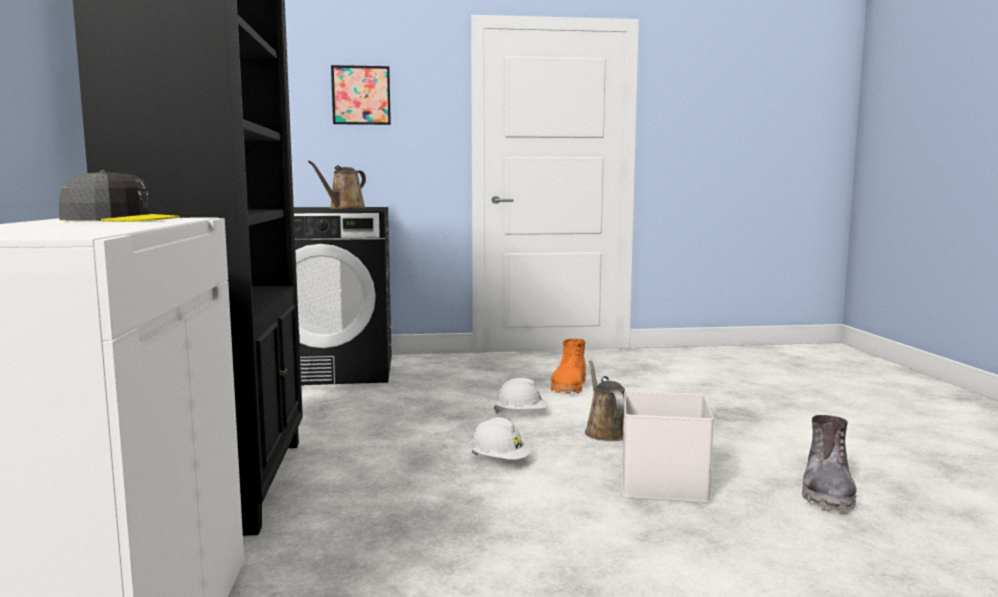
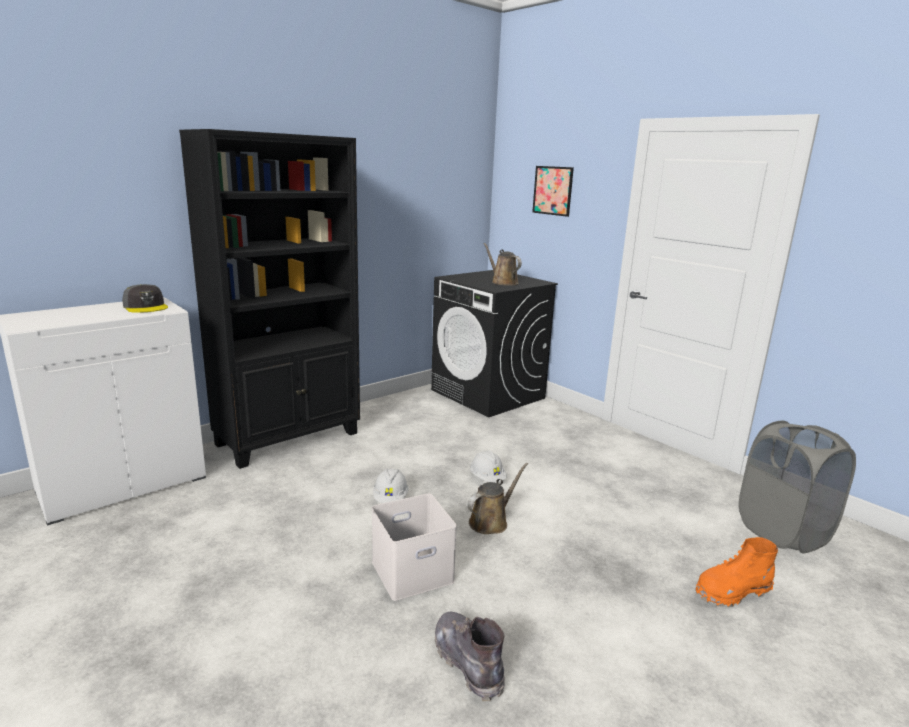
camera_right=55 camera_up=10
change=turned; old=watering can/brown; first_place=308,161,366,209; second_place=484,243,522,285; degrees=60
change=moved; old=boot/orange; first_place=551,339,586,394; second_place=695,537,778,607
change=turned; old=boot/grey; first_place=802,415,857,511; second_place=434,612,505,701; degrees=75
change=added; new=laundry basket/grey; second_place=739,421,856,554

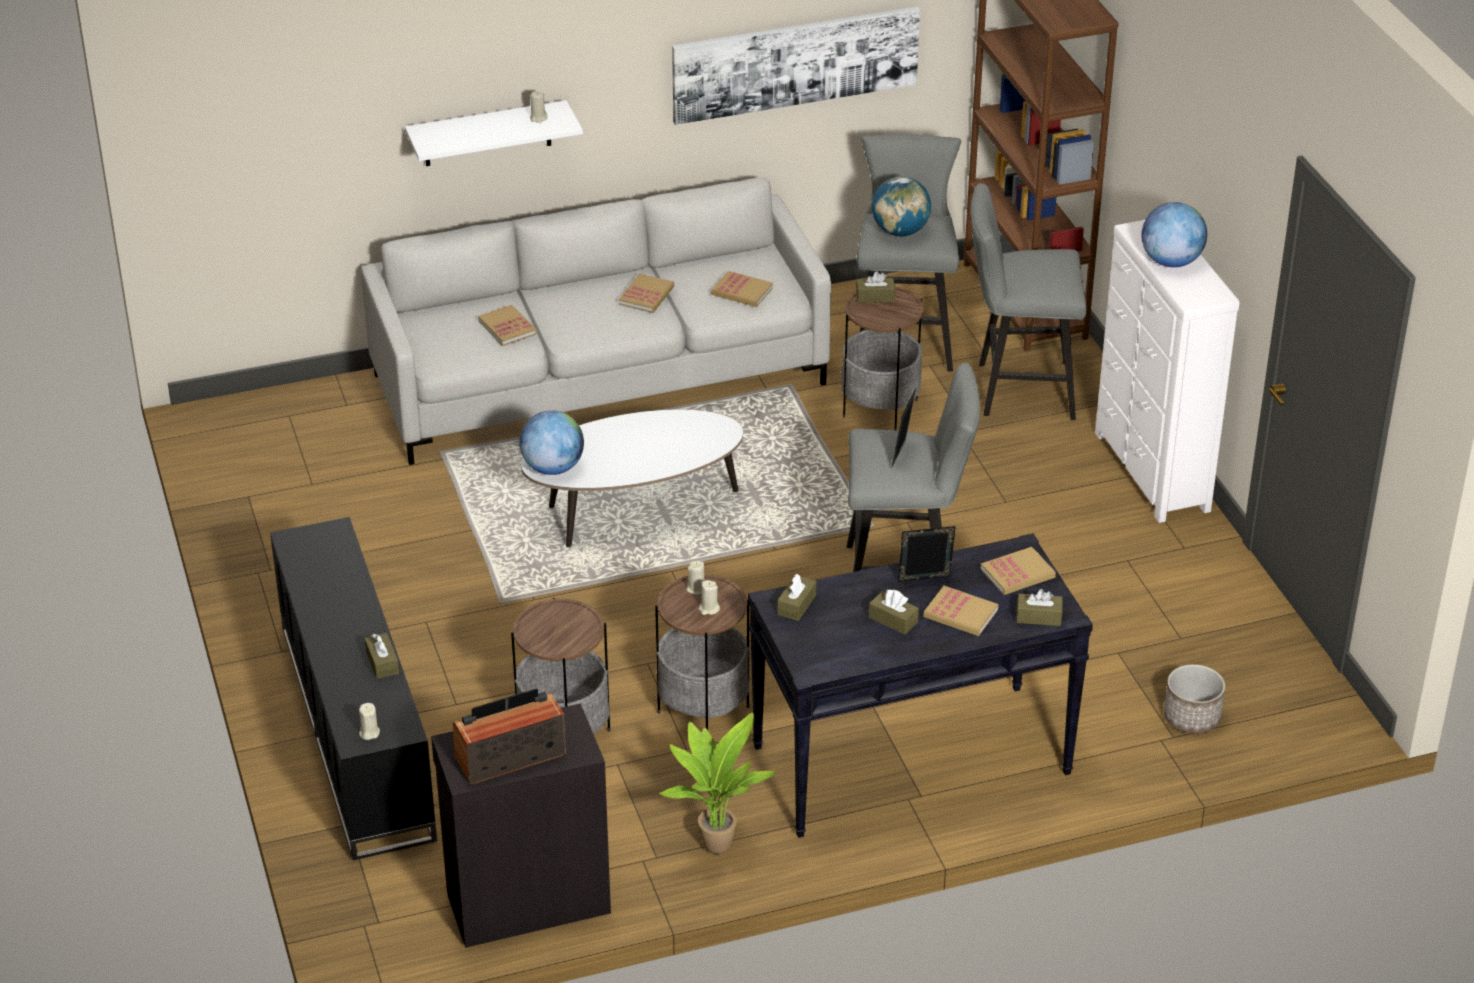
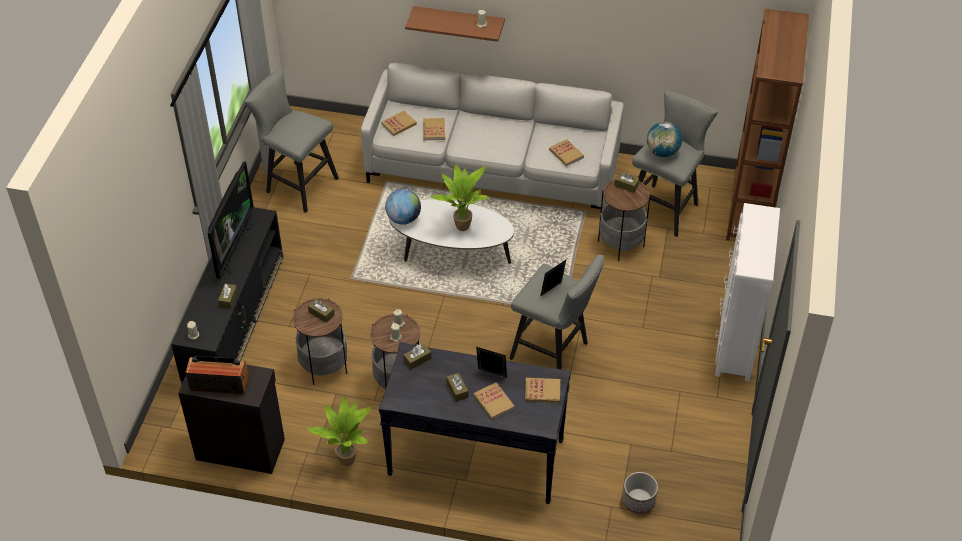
camera_right=30 camera_up=10
change=recoloured; old=shelf/white; new=shelf/brown; first_place=405,100,583,166; second_place=405,6,505,42
change=moved; old=book; first_place=619,274,674,313; second_place=381,111,417,136
change=removed; old=picture; first_place=672,7,920,125
change=moved; old=stool/grey; first_place=971,183,1087,420; second_place=244,69,339,213
change=moved; old=tissue box/brown; first_place=1016,589,1063,626; second_place=308,299,334,323
change=removed; old=globe; first_place=1141,202,1207,267
change=added; new=television; second_place=207,161,256,279
change=added; new=potted plant; second_place=430,164,490,231

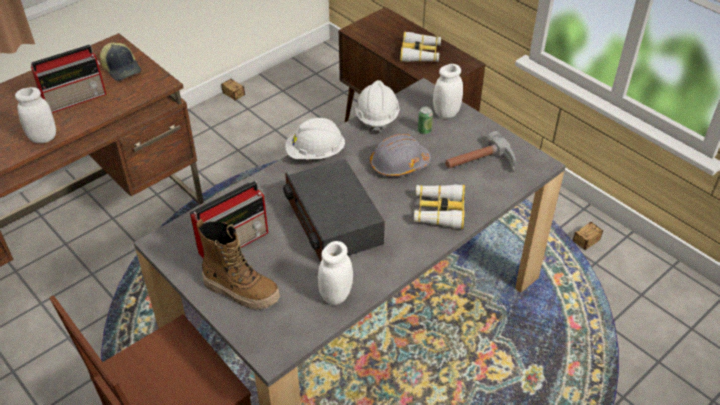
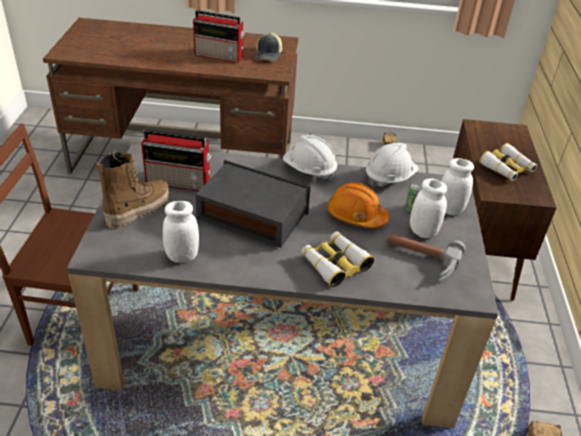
camera_right=45 camera_up=-5
change=moved; old=jar/white; first_place=15,87,56,143; second_place=410,179,447,238
change=turned; old=boot; first_place=196,219,280,310; second_place=96,152,169,229; degrees=-120
change=turned; old=radio; first_place=283,159,385,262; second_place=196,160,311,248; degrees=90
change=recoloured; old=hard hat/grey; new=hard hat/orange; first_place=370,134,431,177; second_place=327,183,389,228

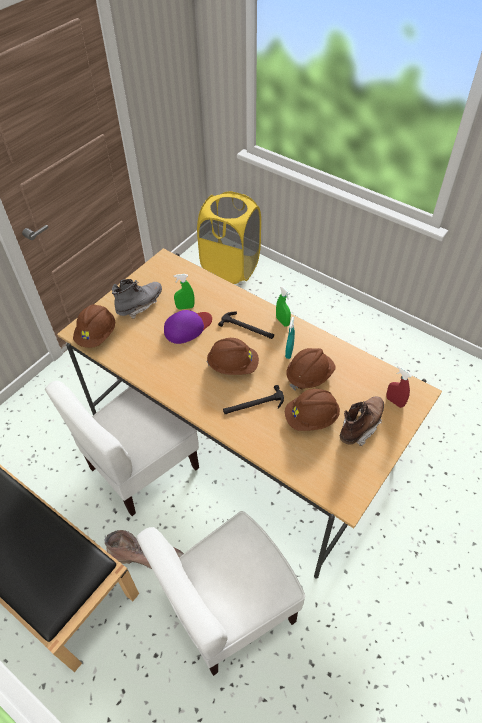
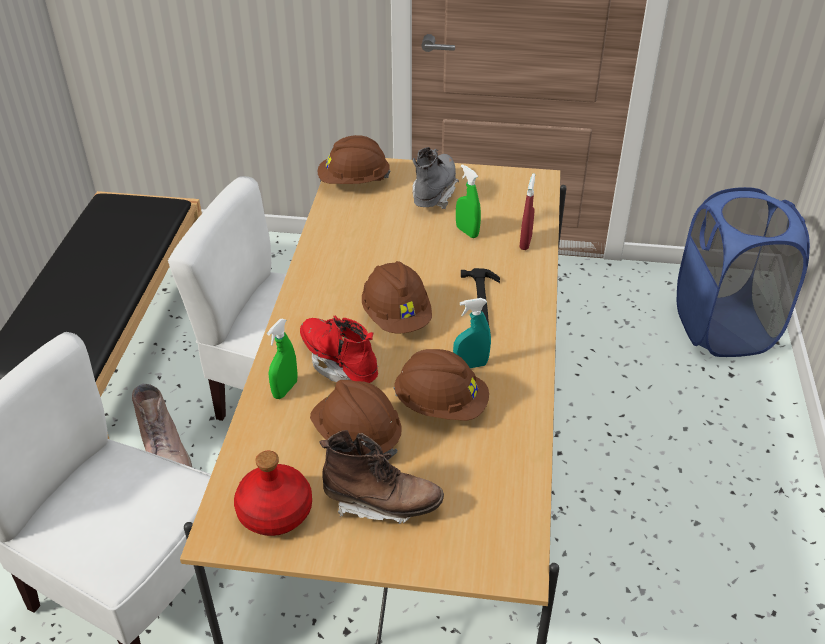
camera_right=60 camera_up=-10
change=turned; old=boot/grey; first_place=112,279,162,319; second_place=412,147,459,209; degrees=-90
change=removed; old=cap/purple; first_place=164,310,212,344
change=recoloured; old=laundry basket/yellow; new=laundry basket/blue; first_place=197,191,261,284; second_place=677,187,810,357
change=replaced; old=hammer; new=boot/red; first_place=223,385,284,414; second_place=300,316,378,383
change=moved; old=spray bottle/green; first_place=276,286,291,327; second_place=267,318,298,399
change=moved; old=spray bottle/red; first_place=386,366,412,408; second_place=520,173,535,250
change=added; new=bottle/red; second_place=234,451,312,536

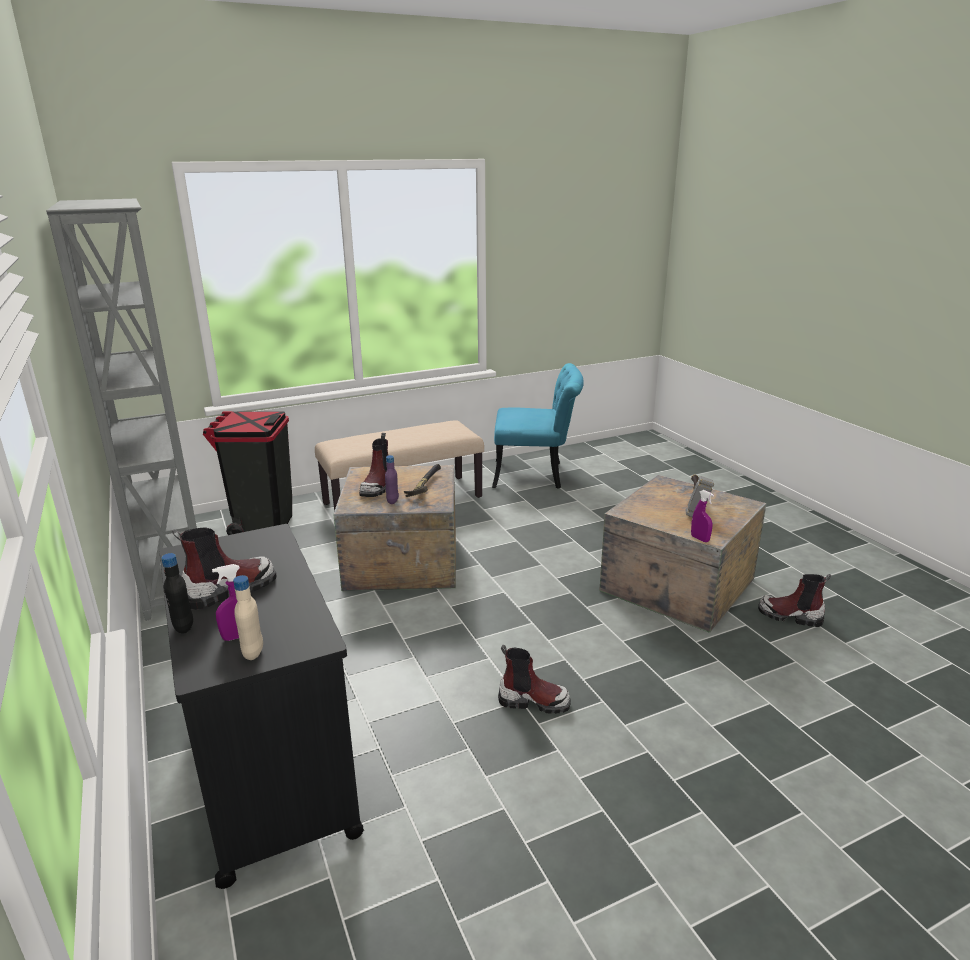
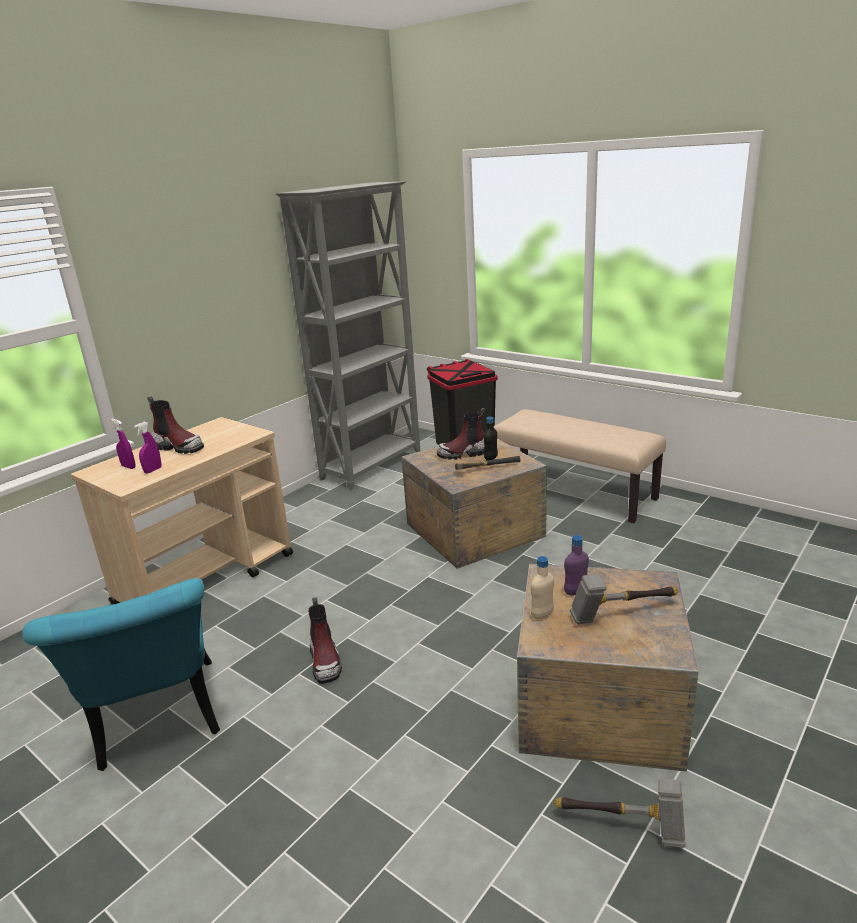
camera_right=65 camera_up=0
change=recoloured; old=cart/black; new=cart/beige; first_place=159,524,364,889; second_place=71,417,293,605
change=moved; old=bottle/black; first_place=161,553,193,634; second_place=484,417,498,460
change=moved; old=bottle/beige; first_place=233,575,263,660; second_place=531,556,554,619
change=moved; old=bottle/purple; first_place=385,455,399,504; second_place=564,535,589,595
change=moved; old=chair/turquoise; first_place=492,363,584,489; second_place=22,578,220,771
change=moved; old=spray bottle/purple; first_place=691,490,714,542; second_place=134,422,162,474
change=replaced; old=boot; new=hammer; first_place=758,574,831,627; second_place=554,779,686,848

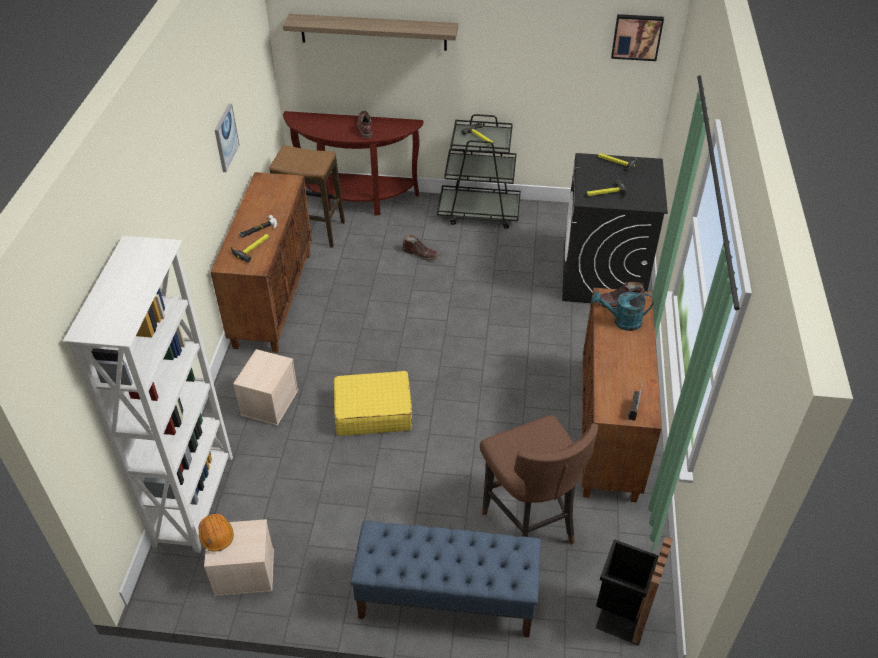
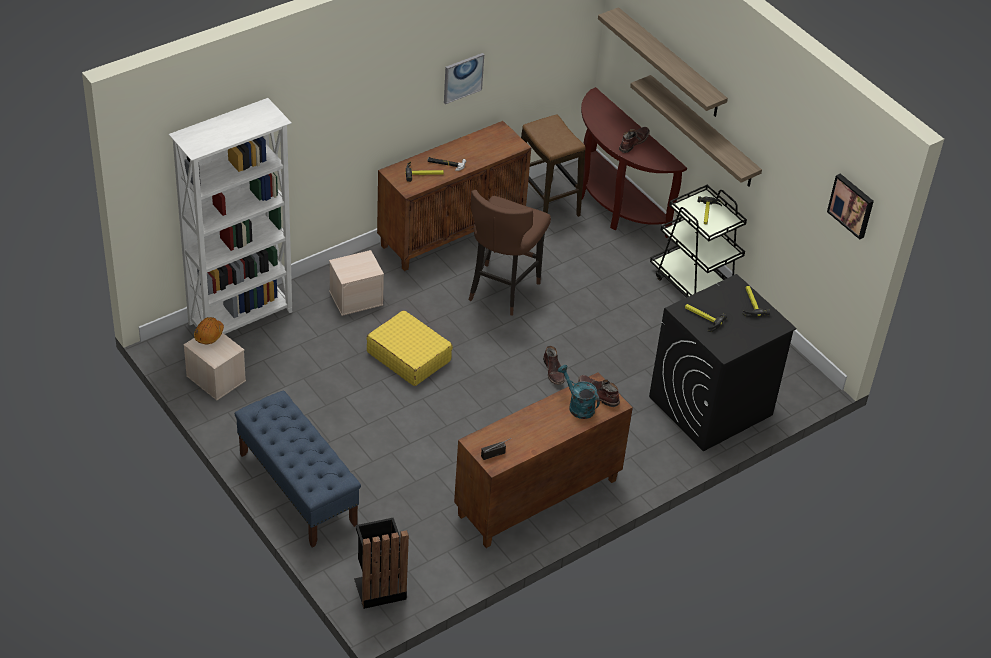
camera_right=45 camera_up=0
change=moved; old=boot/brown; first_place=402,235,440,260; second_place=543,346,565,385
change=moved; old=stool/brown; first_place=480,415,598,545; second_place=468,190,551,316
change=added; new=shelf; second_place=630,75,762,187

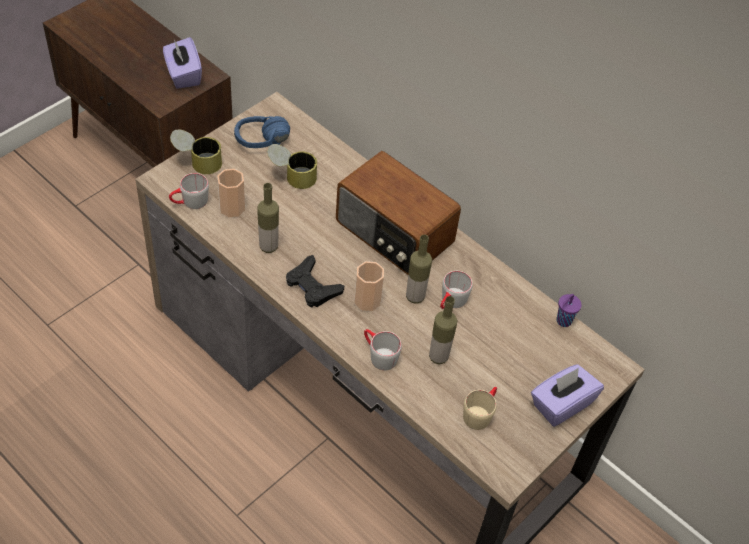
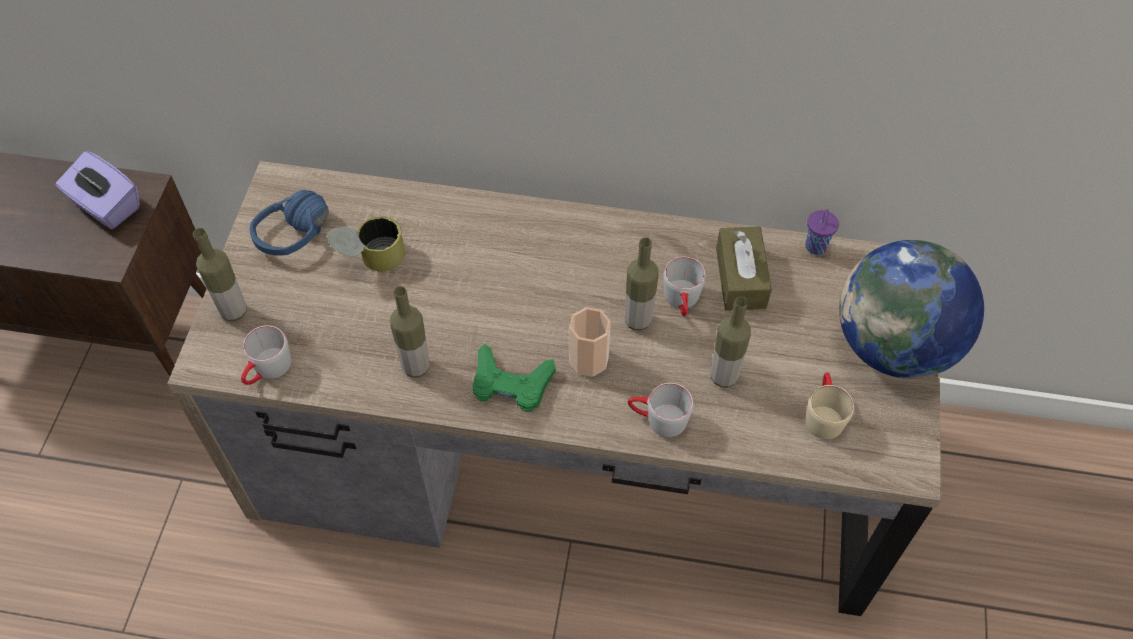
camera_right=-30 camera_up=5
change=replaced; old=can; new=bottle; first_place=170,129,222,174; second_place=193,228,247,321
change=removed; old=cup; first_place=217,169,245,217
change=recoloured; old=game controller/black; new=game controller/green; first_place=286,255,344,307; second_place=472,344,556,412
change=removed; old=radio; first_place=336,151,461,275
change=replaced; old=tissue box/purple; new=globe; first_place=531,364,604,427; second_place=839,240,984,379
change=added; new=tissue box/brown; second_place=716,227,772,311

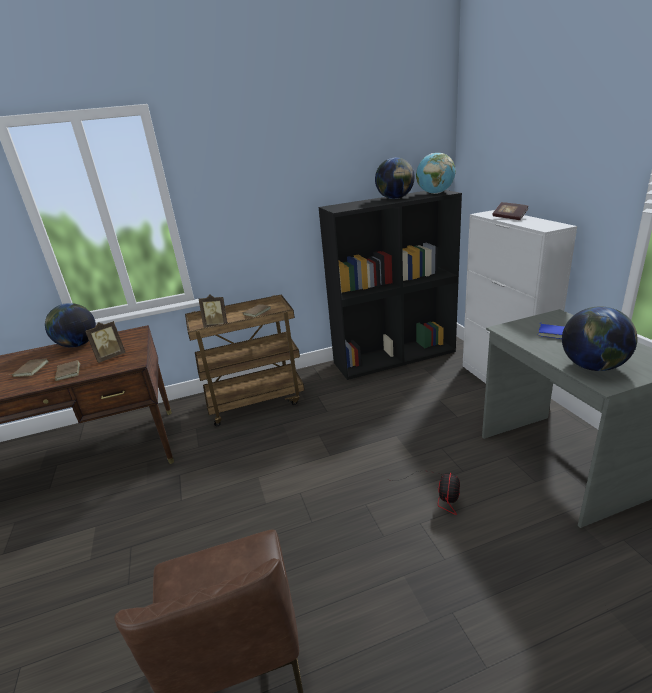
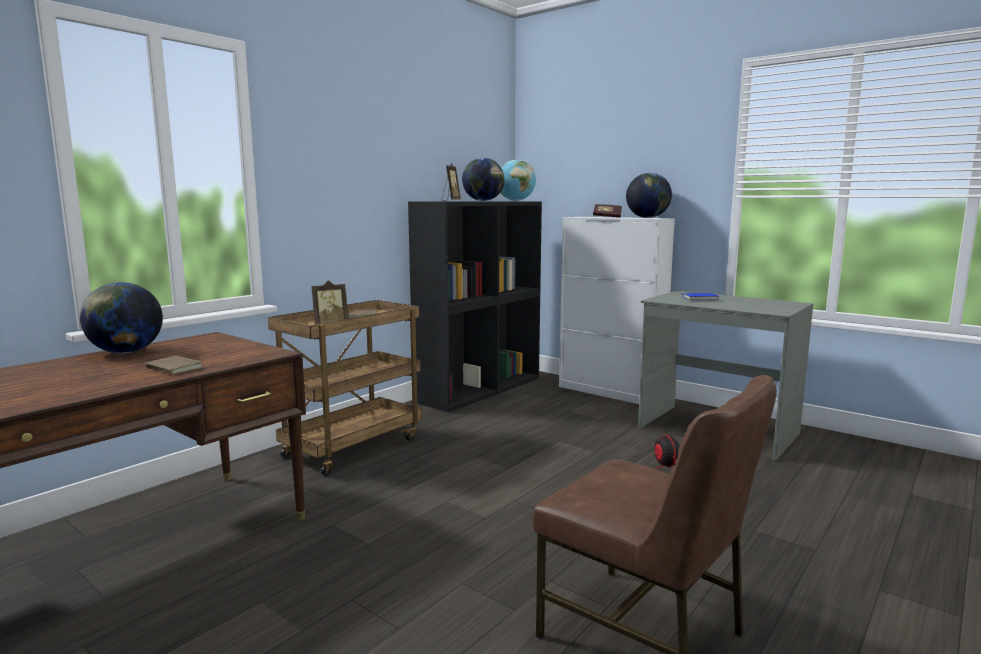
camera_right=-35 camera_up=-15
change=removed; old=book/brown; first_place=10,358,49,377
change=moved; old=picture frame; first_place=85,321,126,363; second_place=441,163,461,201
change=moved; old=globe; first_place=562,306,638,371; second_place=626,173,672,218

